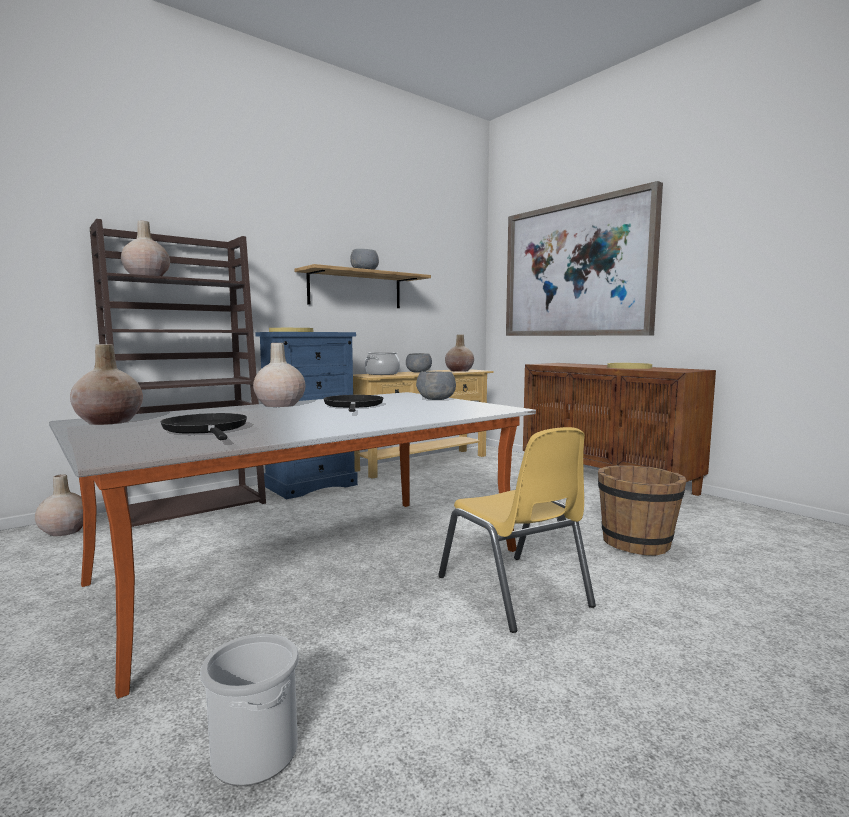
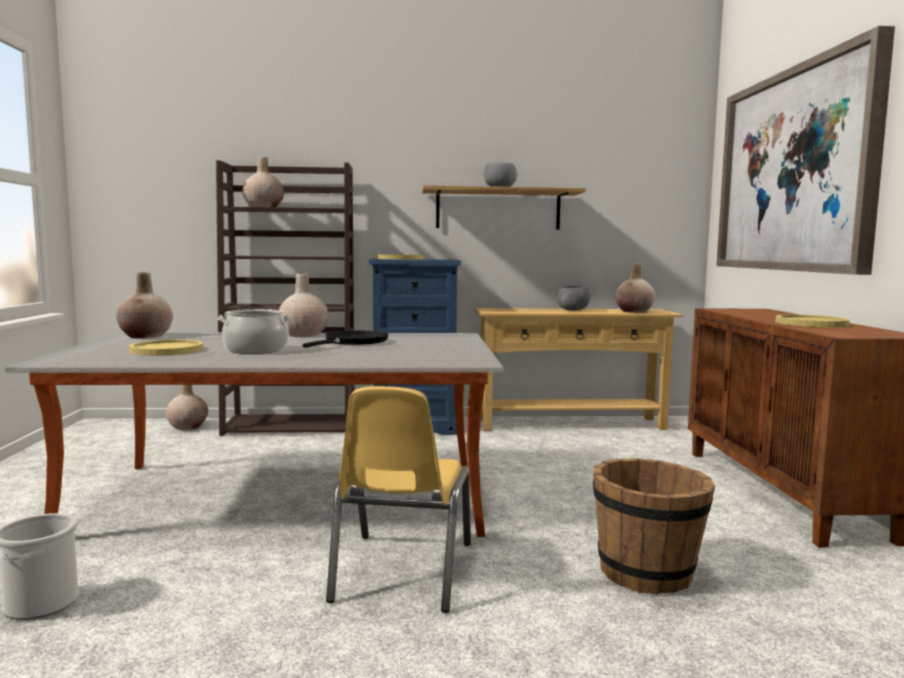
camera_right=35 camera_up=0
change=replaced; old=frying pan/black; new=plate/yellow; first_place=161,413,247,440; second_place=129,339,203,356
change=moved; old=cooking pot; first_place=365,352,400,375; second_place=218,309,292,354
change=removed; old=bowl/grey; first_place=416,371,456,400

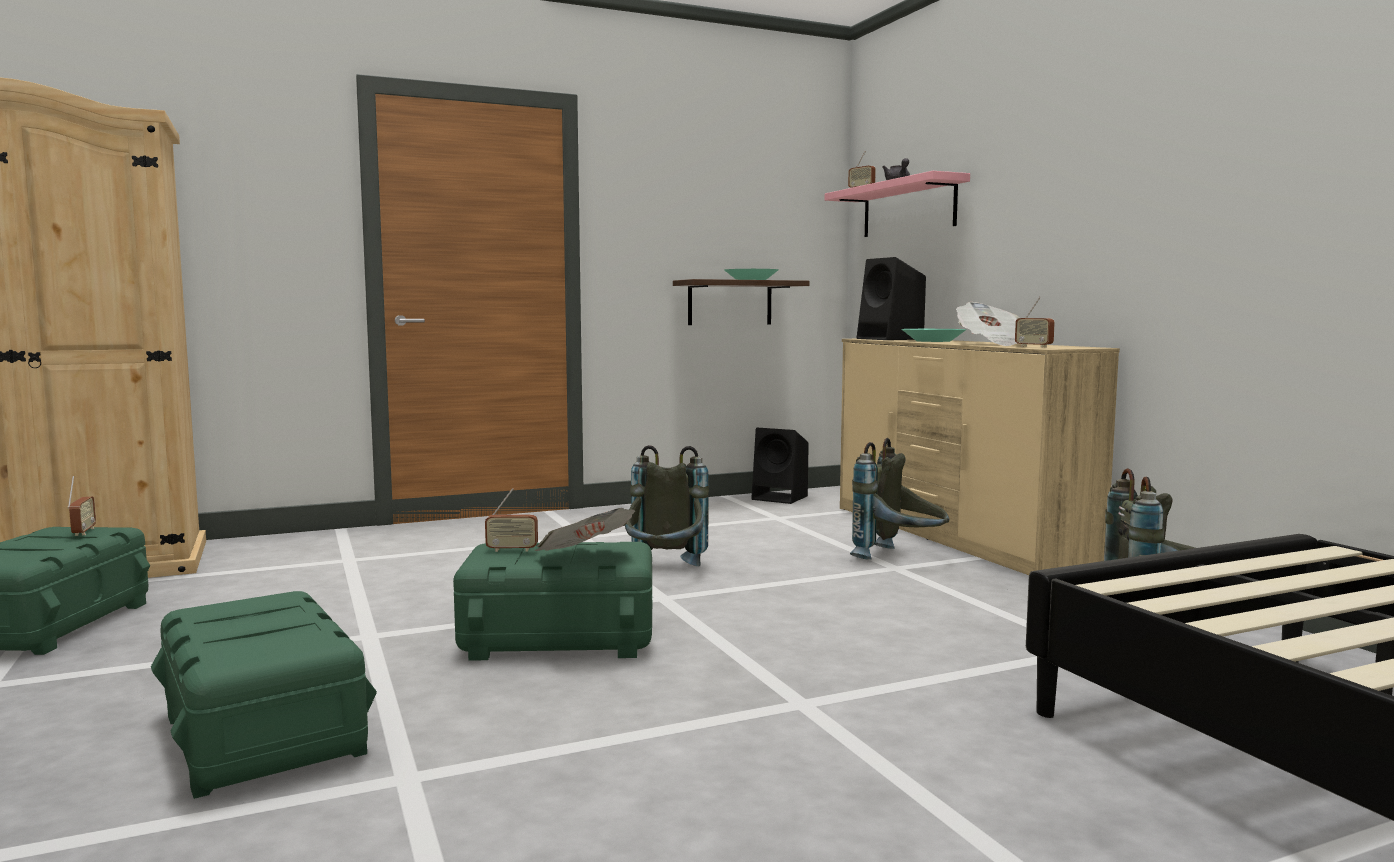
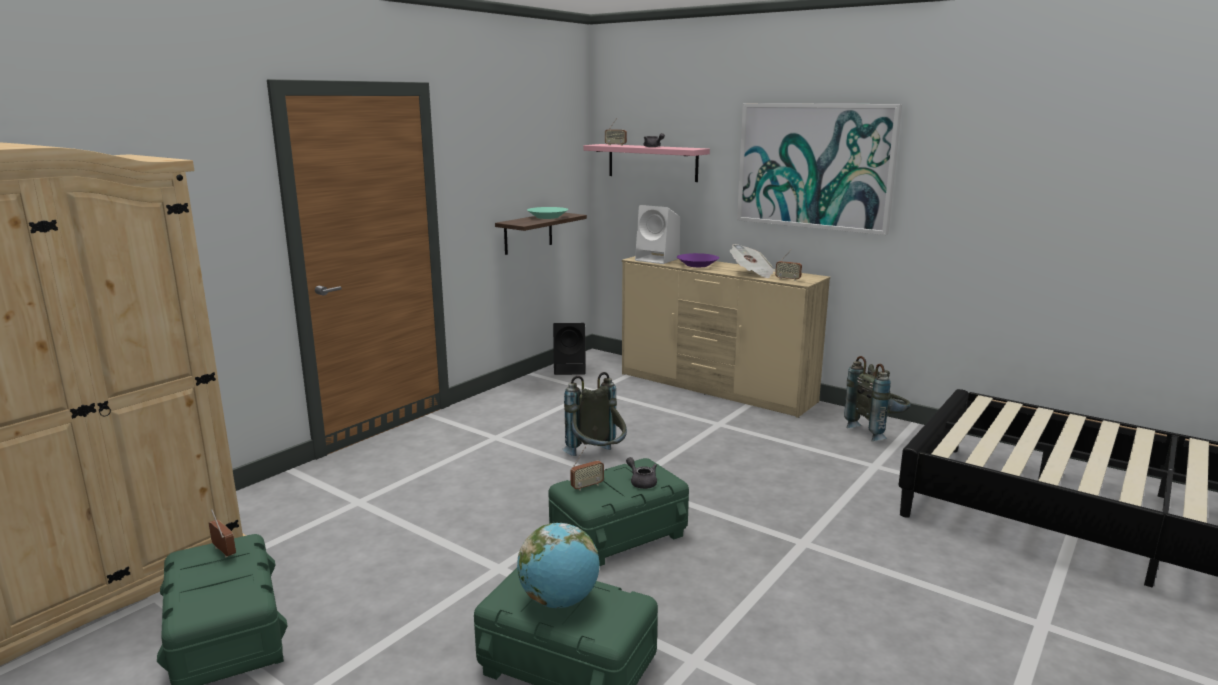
camera_right=-30 camera_up=10
change=replaced; old=newspaper; new=teapot/grey; first_place=535,508,635,551; second_place=626,457,657,489
change=removed; old=backpack/grey; first_place=850,438,949,560
change=recoloured; old=speaker/black; new=speaker/white; first_place=857,257,926,340; second_place=635,205,680,264
change=recoloured; old=bowl/turquoise; new=bowl/purple; first_place=901,329,967,342; second_place=677,253,719,267
change=added; new=globe; second_place=517,523,599,608
change=added; new=picture; second_place=737,103,902,235

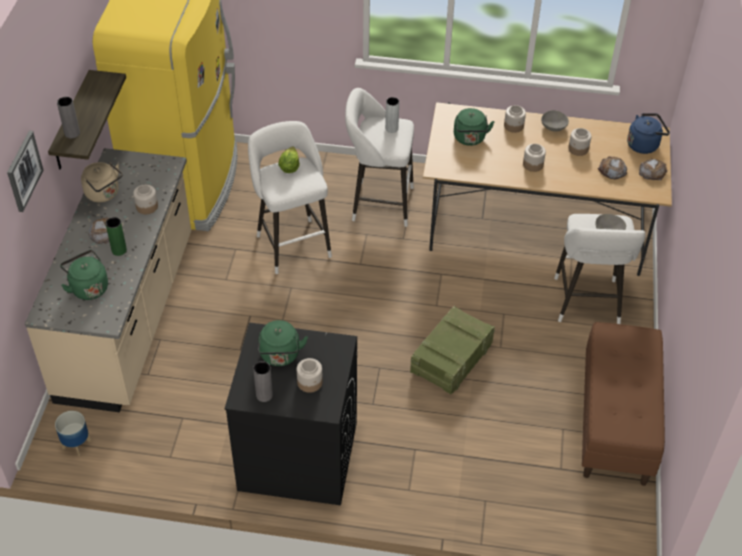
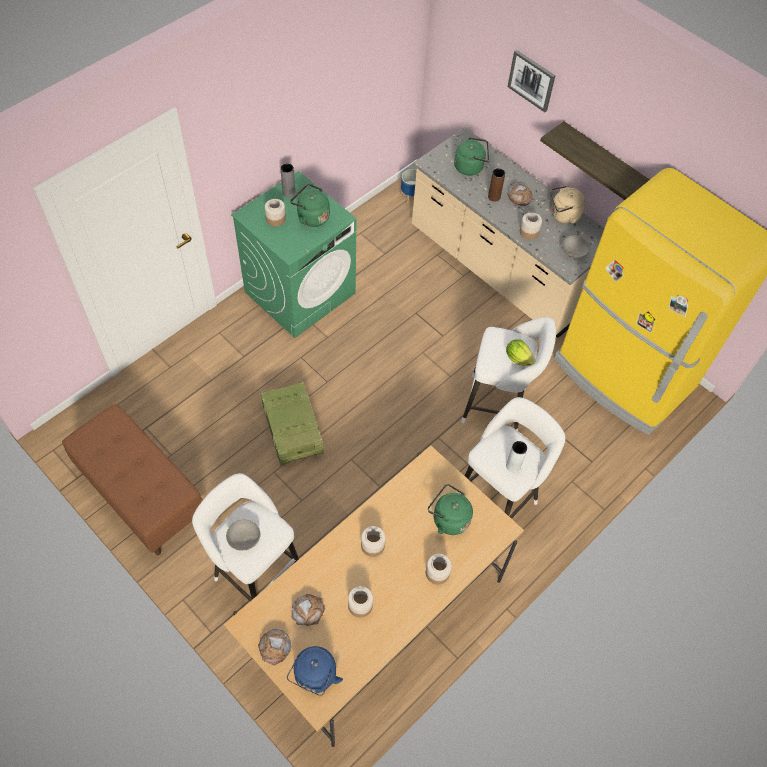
camera_right=125 camera_up=10
change=removed; old=vase/grey; first_place=57,97,80,138
change=recoloured; old=vase/green; new=vase/brown; first_place=106,217,127,256; second_place=488,168,505,202
change=recoloured; old=washing machine/black; new=washing machine/green; first_place=225,322,357,505; second_place=231,171,357,338
change=moved; old=bowl/grey; first_place=541,110,569,132; second_place=562,235,590,259

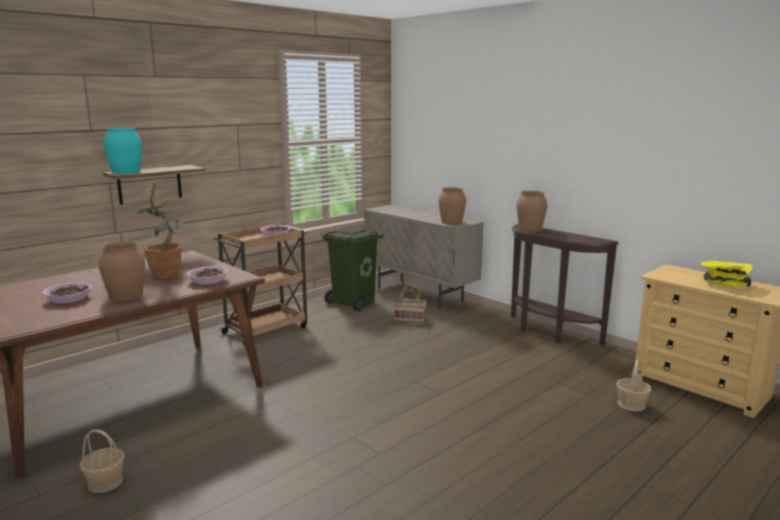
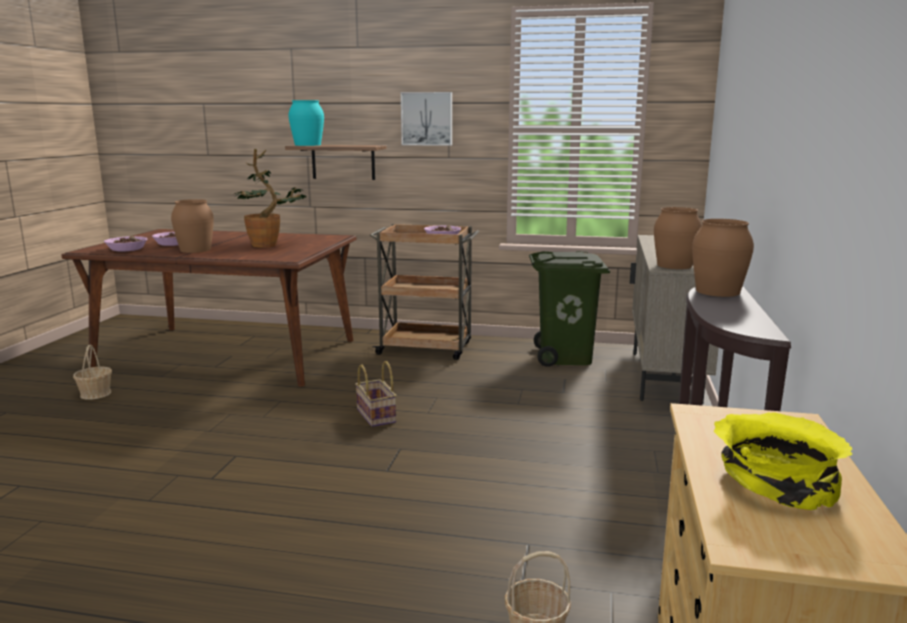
camera_right=55 camera_up=0
change=moved; old=bowl; first_place=187,266,228,285; second_place=104,236,148,251
change=moved; old=basket; first_place=394,284,426,323; second_place=355,361,397,427
change=added; new=picture; second_place=401,92,452,146

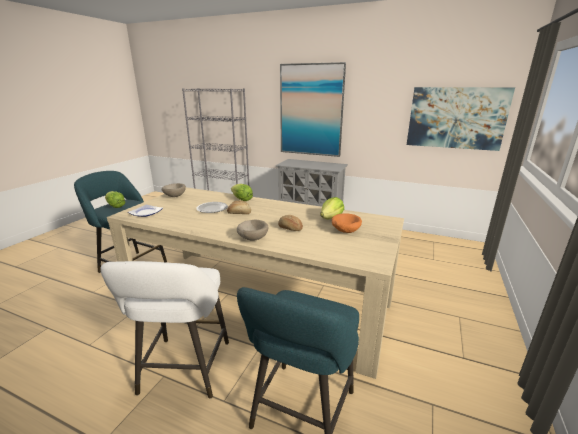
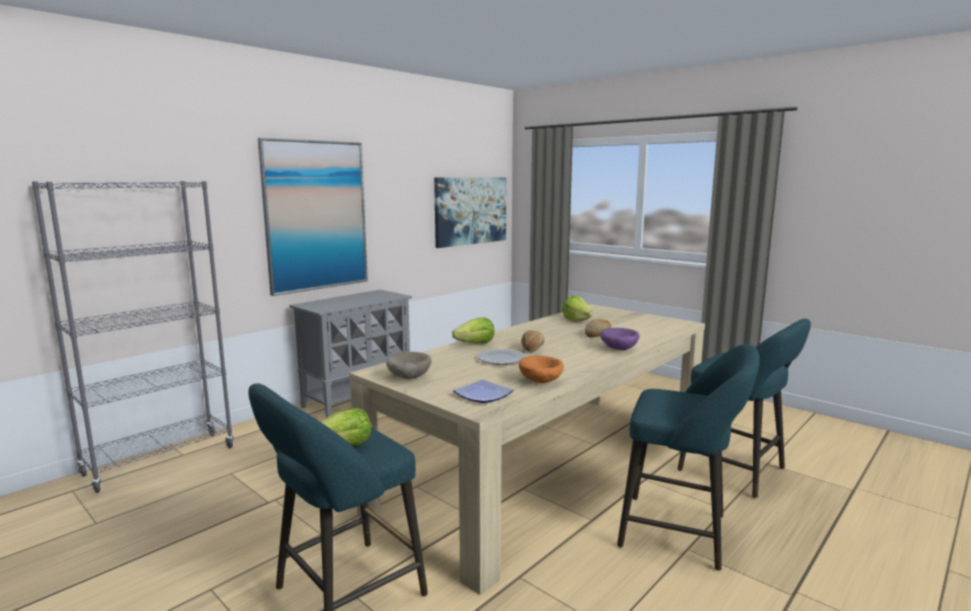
camera_right=-70 camera_up=-10
change=recoloured; old=stool/white; new=stool/turquoise; first_place=100,261,229,399; second_place=617,344,760,571
change=recoloured; old=bowl/beige; new=bowl/purple; first_place=237,220,268,241; second_place=600,328,639,350
change=moved; old=bowl/orange; first_place=332,213,362,233; second_place=519,356,564,383

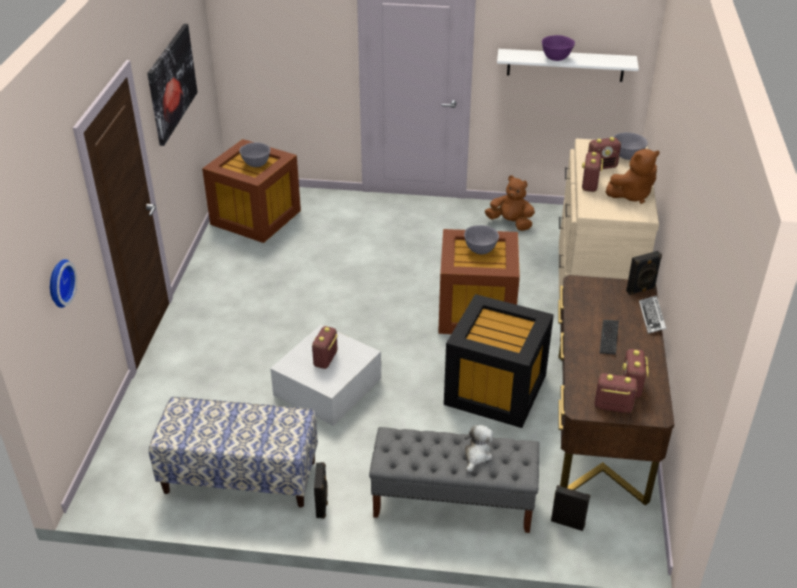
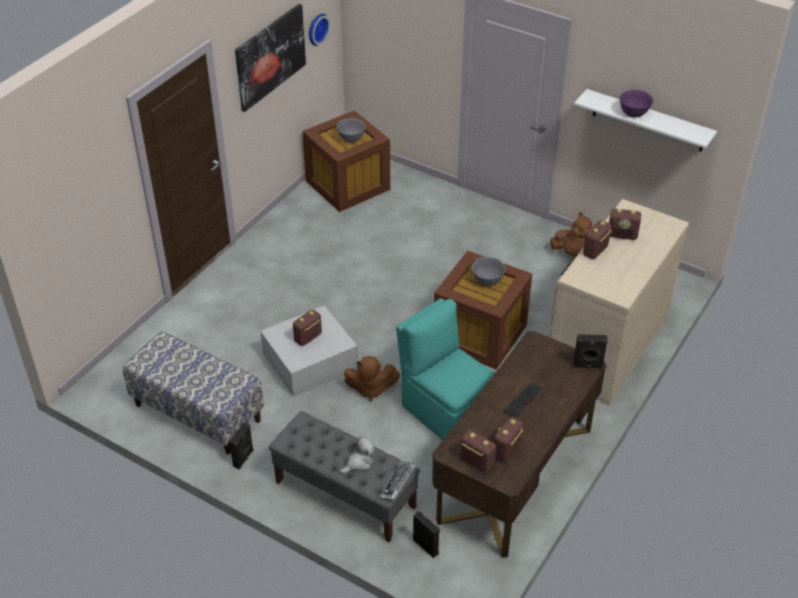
camera_right=25 camera_up=5
change=moved; old=wall clock; first_place=50,259,77,308; second_place=309,14,330,46
change=replaced; old=storage box/black; new=chair/turquoise; first_place=444,294,554,428; second_place=396,298,495,440
change=moved; old=plush toy/brown; first_place=606,149,660,204; second_place=344,356,400,401
change=removed; old=bowl/grey; first_place=614,132,648,160
change=moved; old=keyboard; first_place=639,295,667,334; second_place=379,461,416,500

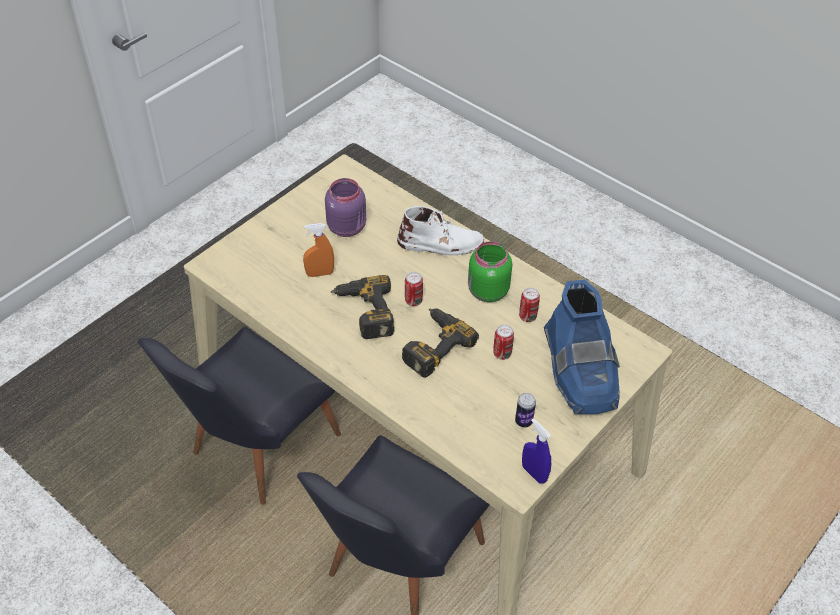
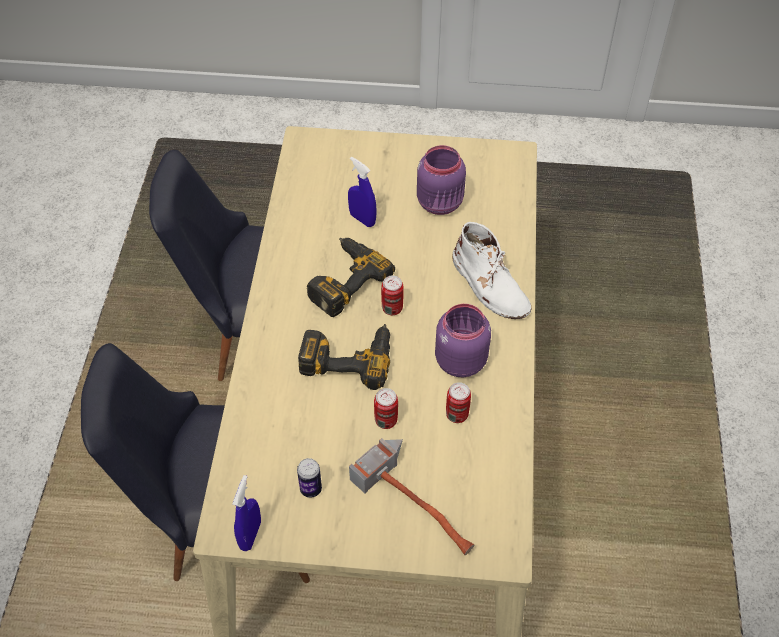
camera_right=55 camera_up=5
change=recoloured; old=spray bottle/orange; new=spray bottle/blue; first_place=303,223,334,277; second_place=348,157,377,227
change=recoloured; old=jar/green; new=jar/purple; first_place=468,241,512,302; second_place=435,304,491,377
change=replaced; old=boot/blue; new=hammer; first_place=544,279,620,414; second_place=349,438,475,555

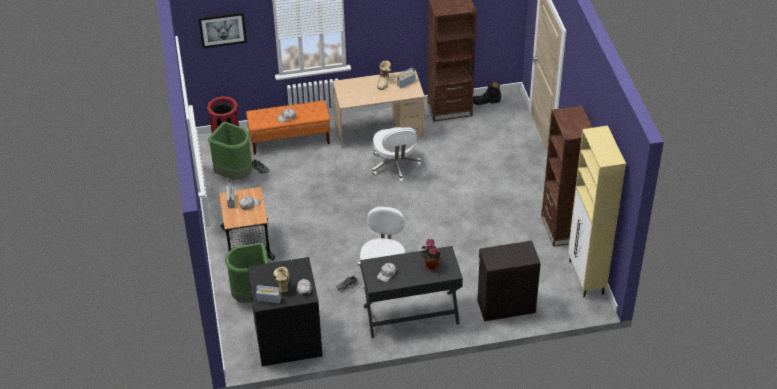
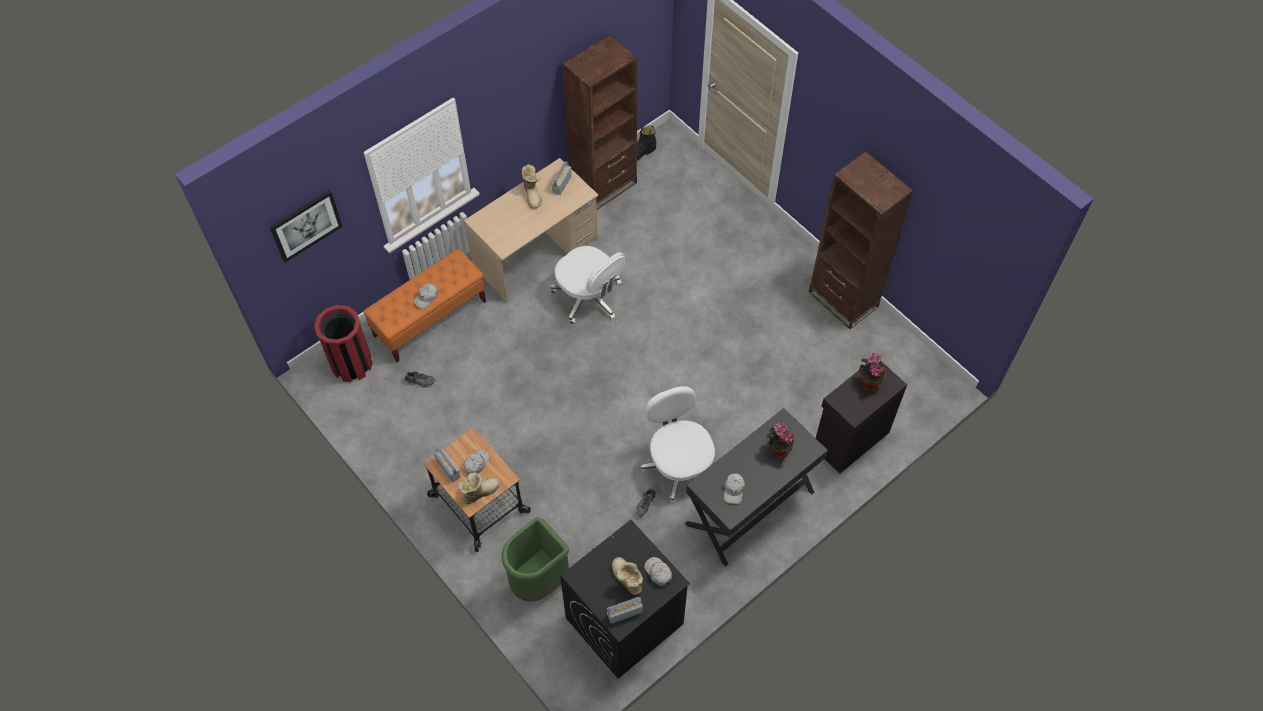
camera_right=-30 camera_up=15
change=removed; old=trash can/green; first_place=208,122,252,180
change=removed; old=cabinet/beige; first_place=568,126,626,297
change=added; new=boot; second_place=458,472,500,504
change=added; new=potted plant; second_place=859,353,885,391

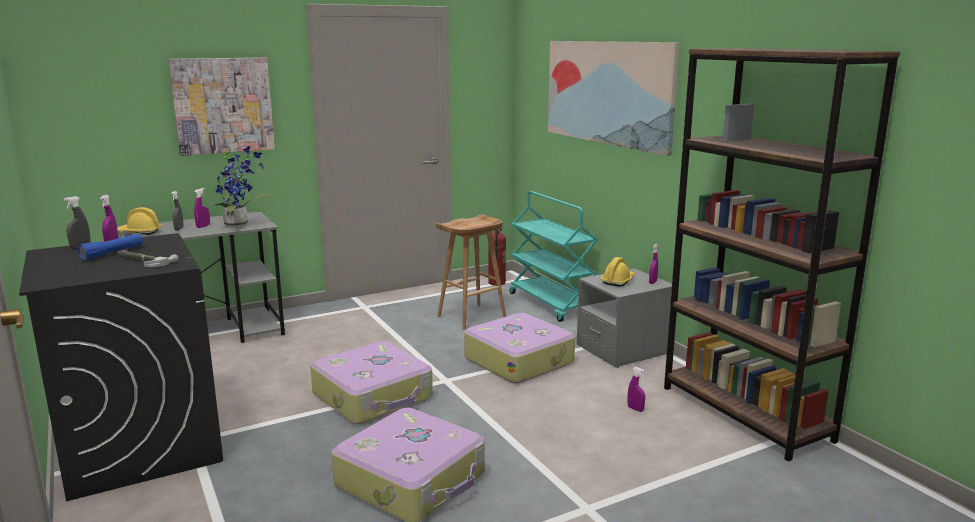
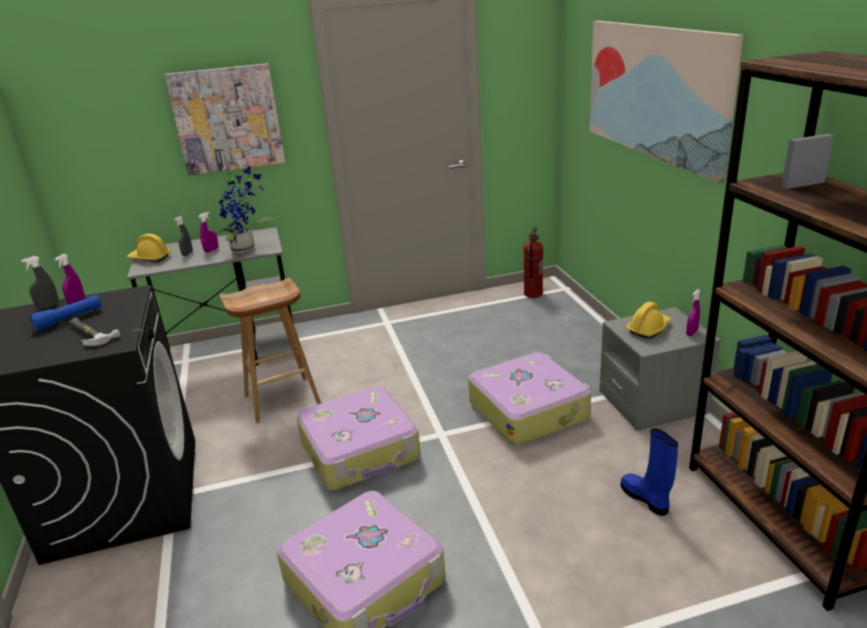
camera_right=15 camera_up=10
change=moved; old=stool/brown; first_place=436,214,506,330; second_place=220,278,321,423
change=removed; old=cart/turquoise; first_place=510,191,598,322
change=replaced; old=spray bottle/purple; new=boot/blue; first_place=627,367,645,412; second_place=621,428,678,516

